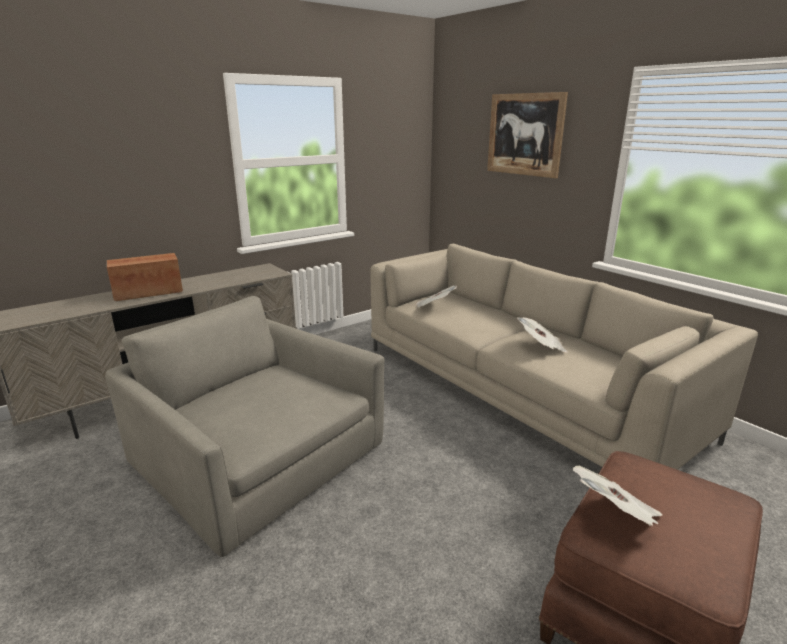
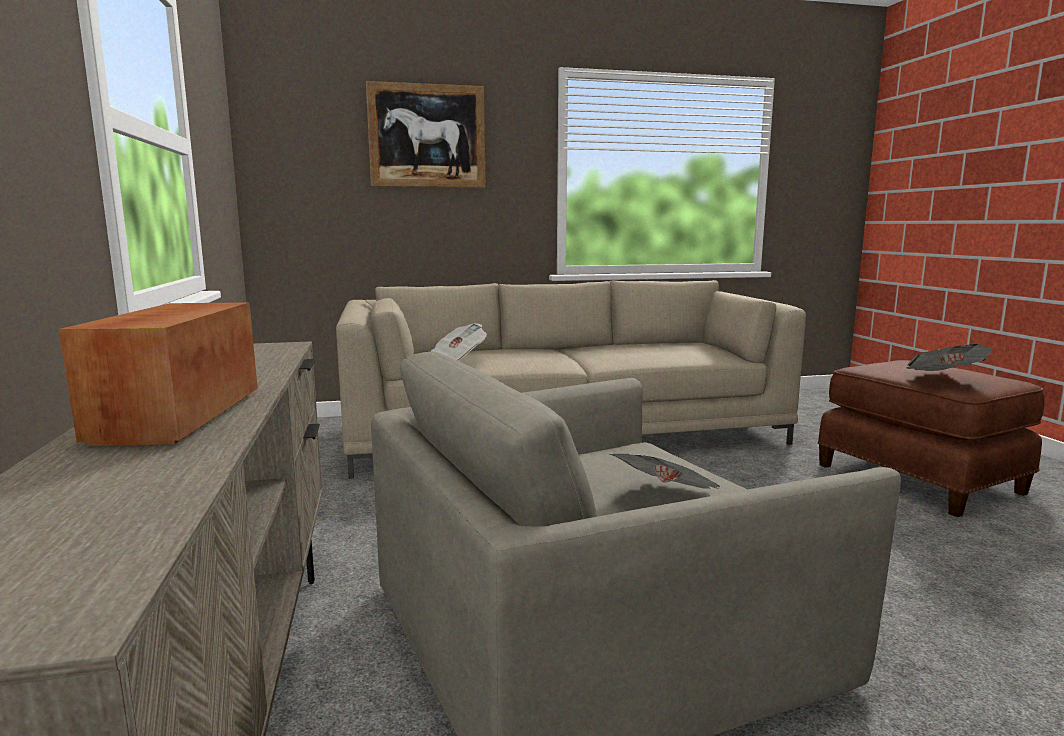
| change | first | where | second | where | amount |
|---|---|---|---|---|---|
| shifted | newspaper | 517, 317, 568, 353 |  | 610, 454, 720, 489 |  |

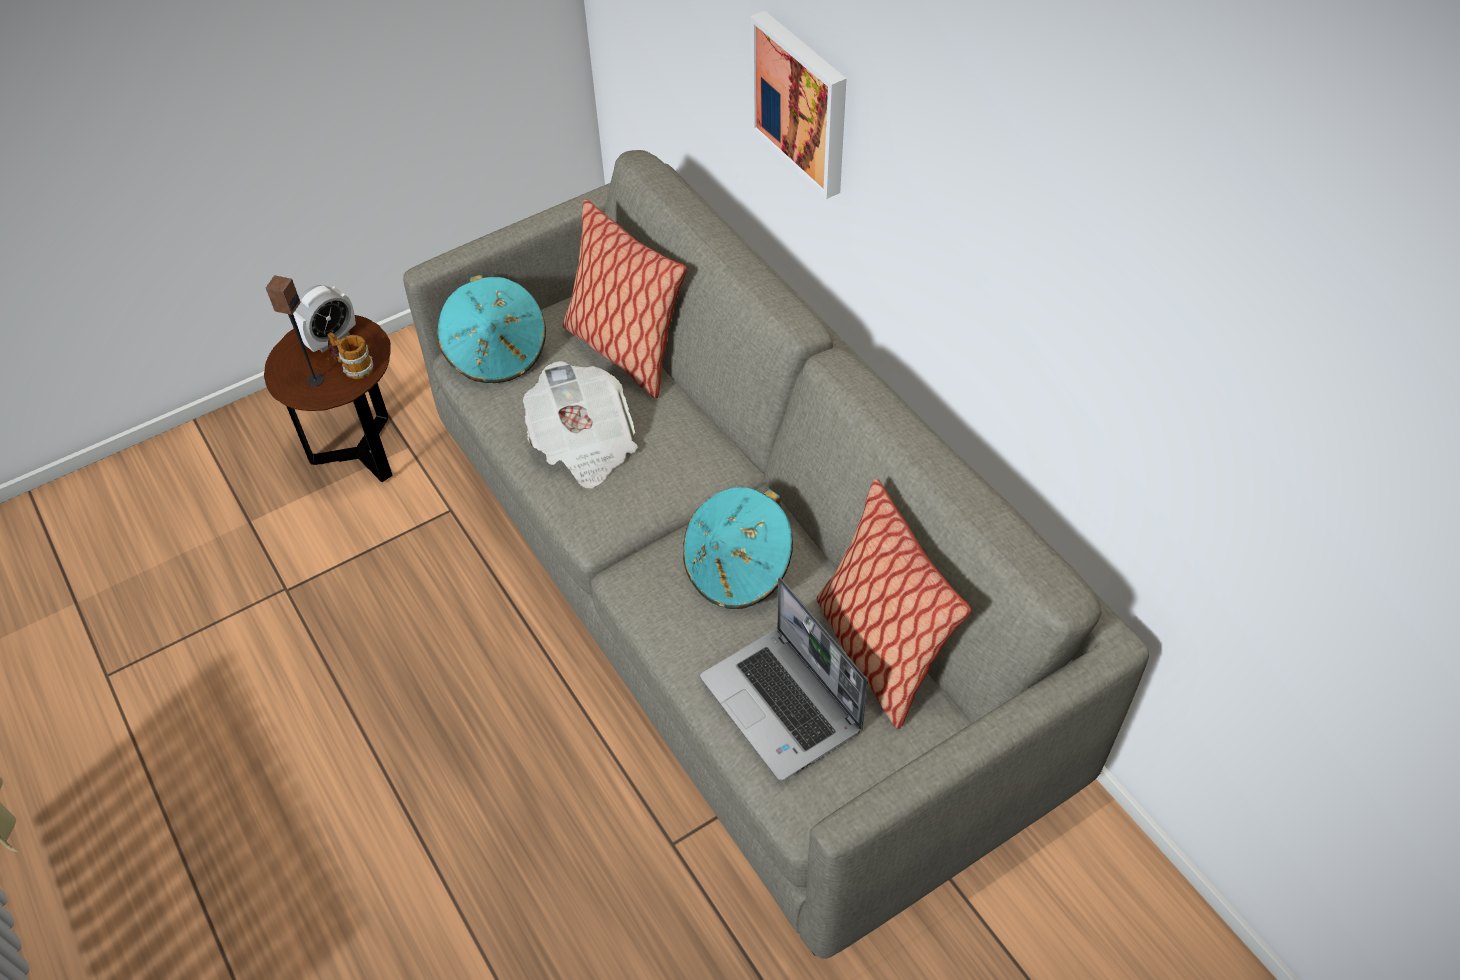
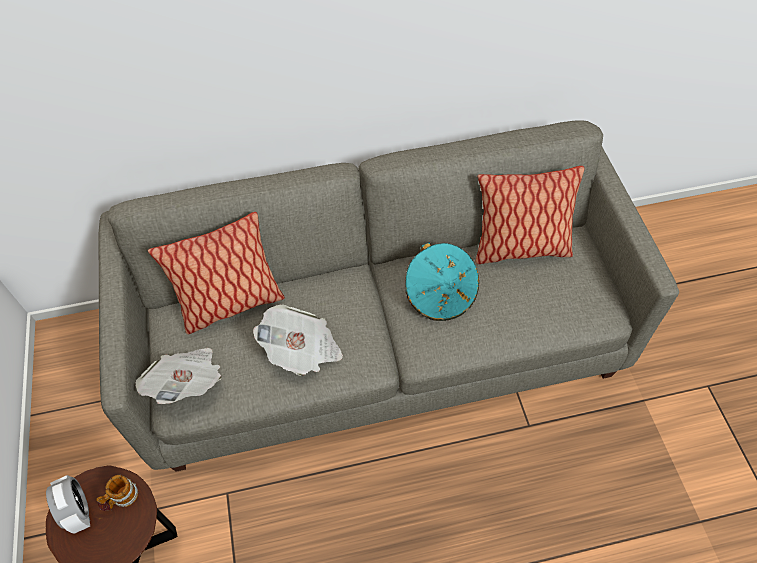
| change | first | where | second | where | amount |
|---|---|---|---|---|---|
| gone | picture | 751, 11, 847, 199 |  |  |  |
| swapped | hat/turquoise | 437, 275, 546, 383 | newspaper | 135, 348, 222, 404 |  |
| gone | speaker | 266, 276, 324, 387 |  |  |  |
| gone | laptop | 700, 577, 868, 781 |  |  |  |

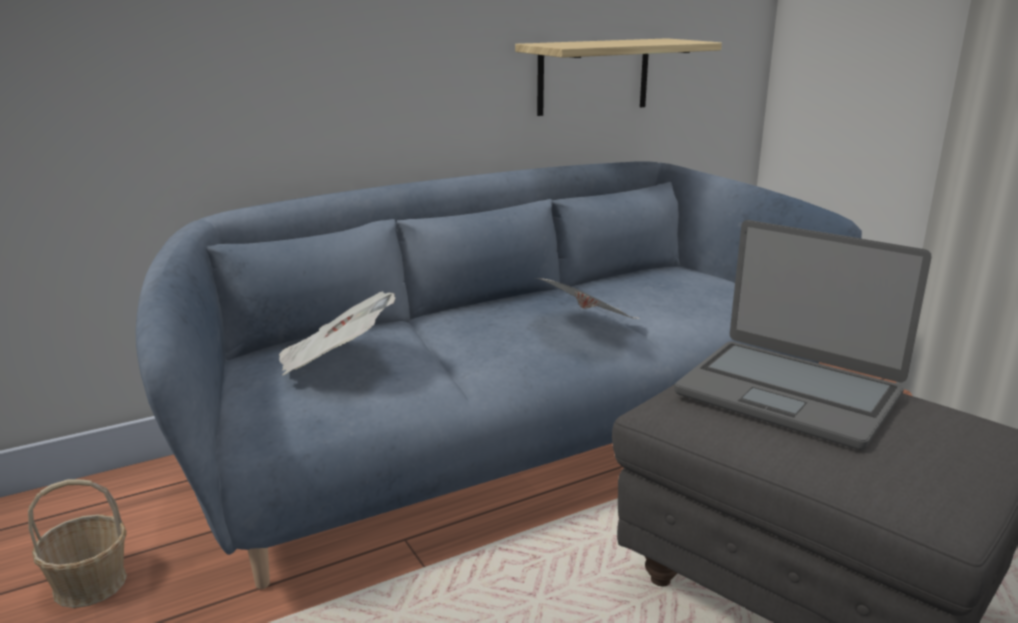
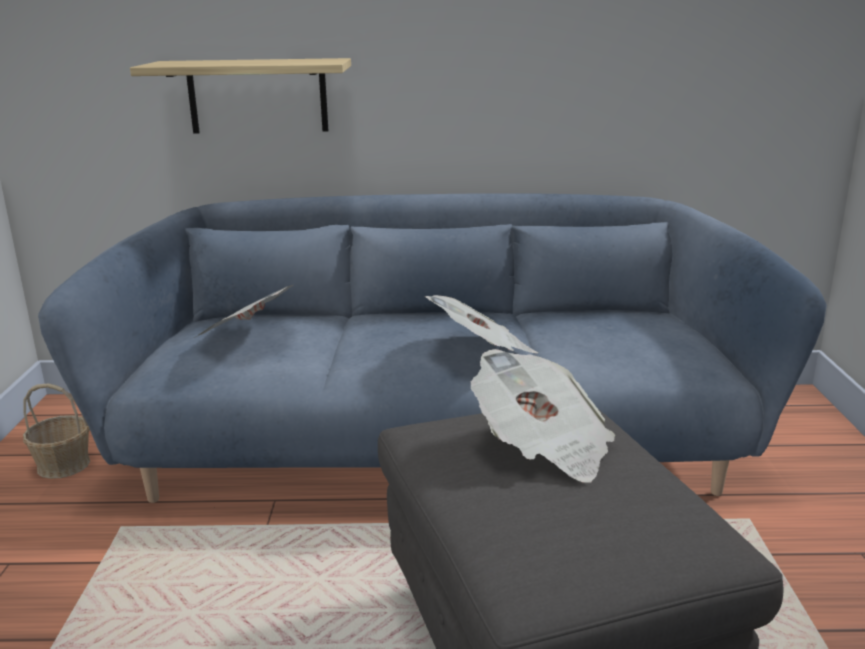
| change | first | where | second | where | amount |
|---|---|---|---|---|---|
| shifted | shelf | 515, 38, 722, 116 |  | 130, 58, 351, 133 |  |
| swapped | laptop | 674, 220, 932, 450 | newspaper | 471, 349, 615, 482 |  |

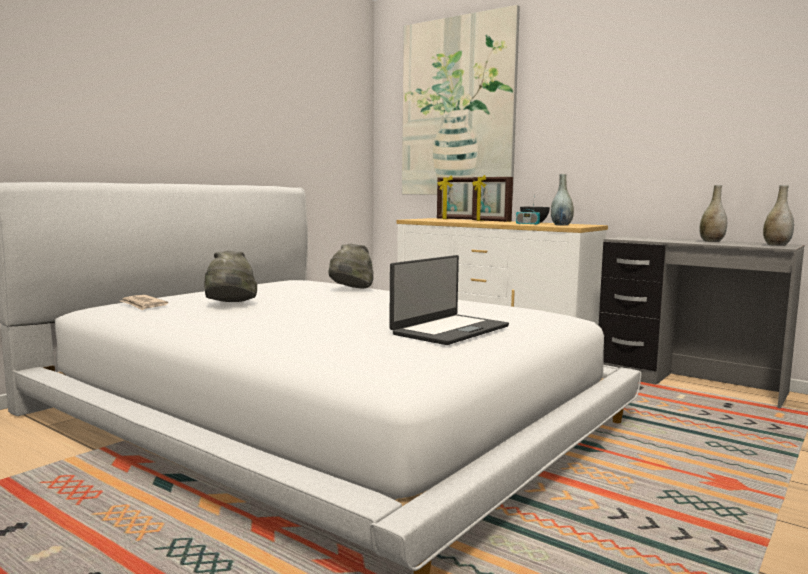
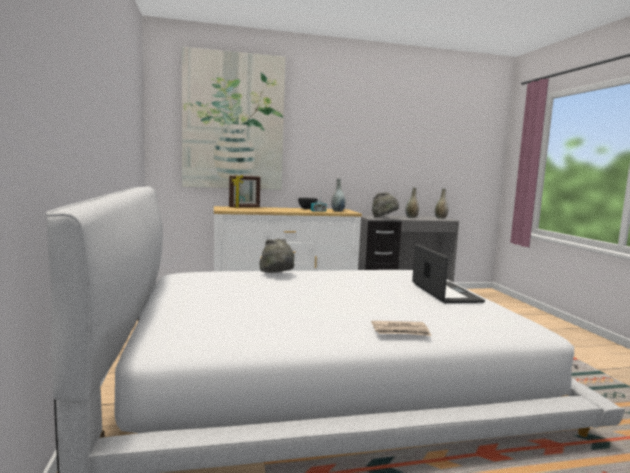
| change | first | where | second | where | amount |
|---|---|---|---|---|---|
| gone | picture frame | 472, 175, 513, 222 |  |  |  |
| shifted | hat/grey | 204, 250, 257, 302 |  | 372, 192, 399, 218 |  |
| shifted | newspaper | 121, 295, 168, 310 |  | 371, 321, 432, 336 |  |

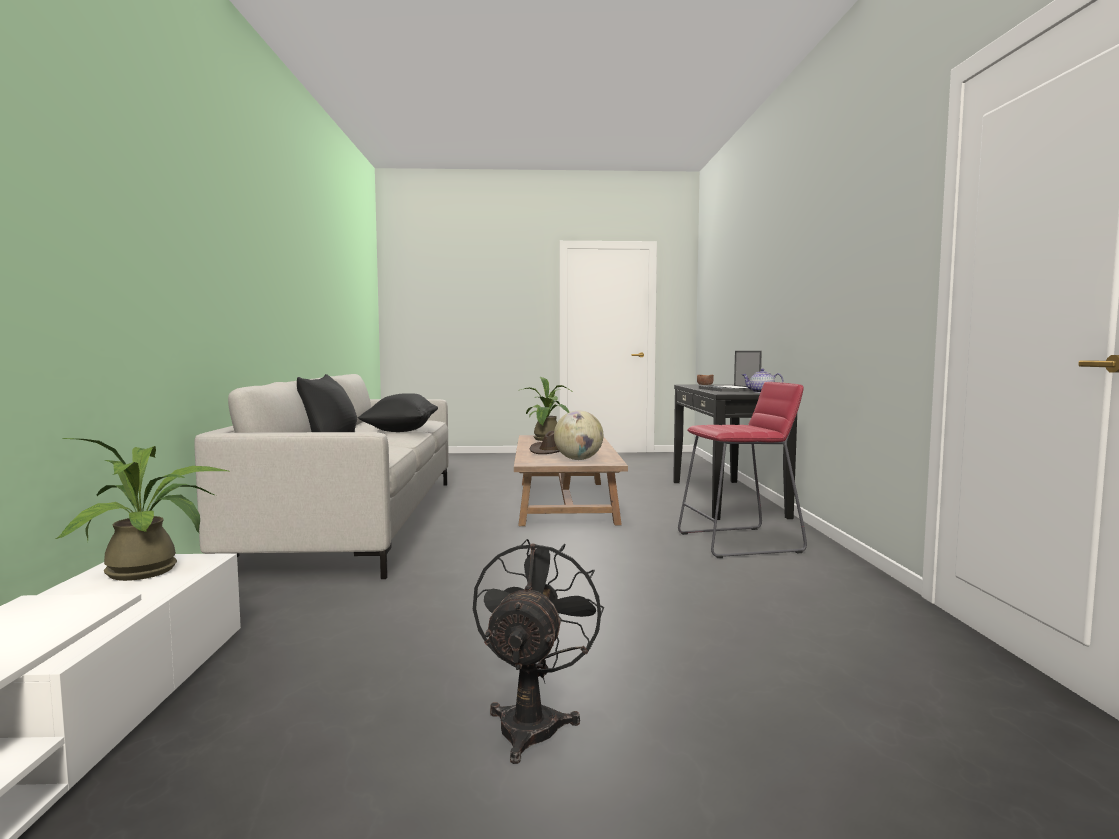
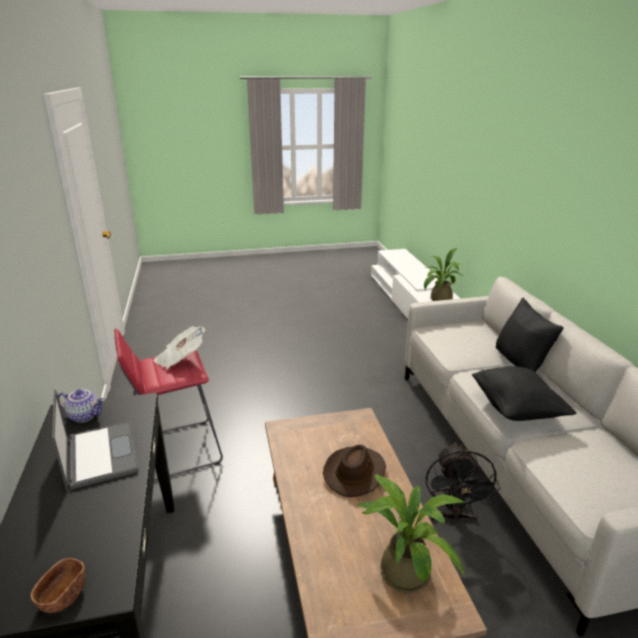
| change | first | where | second | where | amount |
|---|---|---|---|---|---|
| gone | globe | 554, 411, 603, 460 |  |  |  |
| shifted | fan/black | 473, 539, 604, 764 |  | 426, 442, 500, 524 |  |
| new |  |  | newspaper | 154, 326, 205, 369 |  |

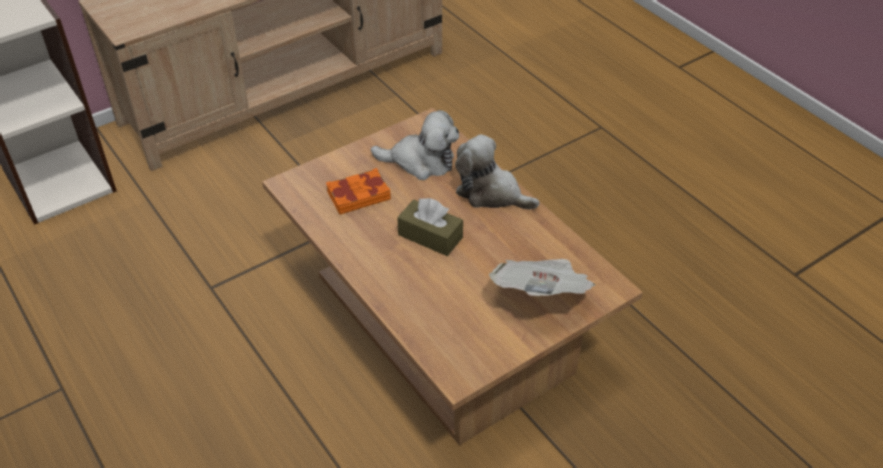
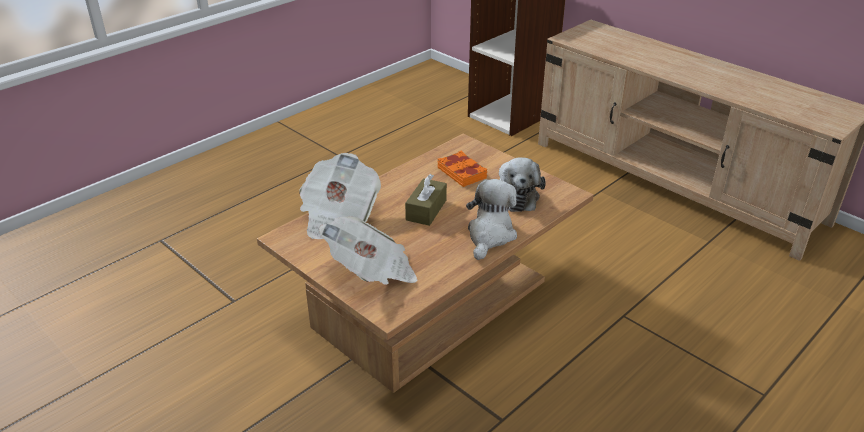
| change | first | where | second | where | amount |
|---|---|---|---|---|---|
| new |  |  | newspaper | 299, 153, 381, 239 |  |

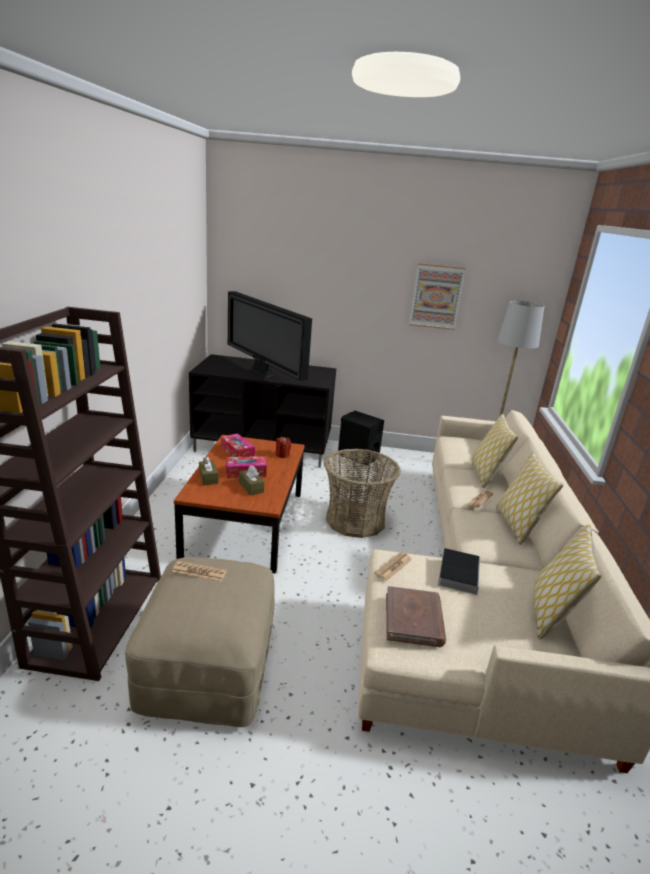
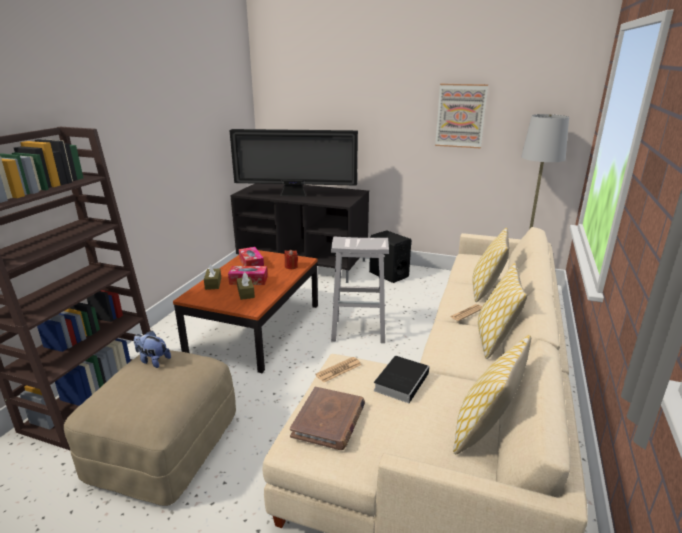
| change | first | where | second | where | amount |
|---|---|---|---|---|---|
| rotated | television | 228, 291, 312, 381 |  | 229, 129, 358, 197 | 60 degrees counterclockwise |
| swapped | basket | 324, 448, 401, 538 | stool/white | 331, 237, 389, 343 |  |
| swapped | newspaper | 172, 561, 227, 581 | plush toy | 134, 331, 171, 368 |  |

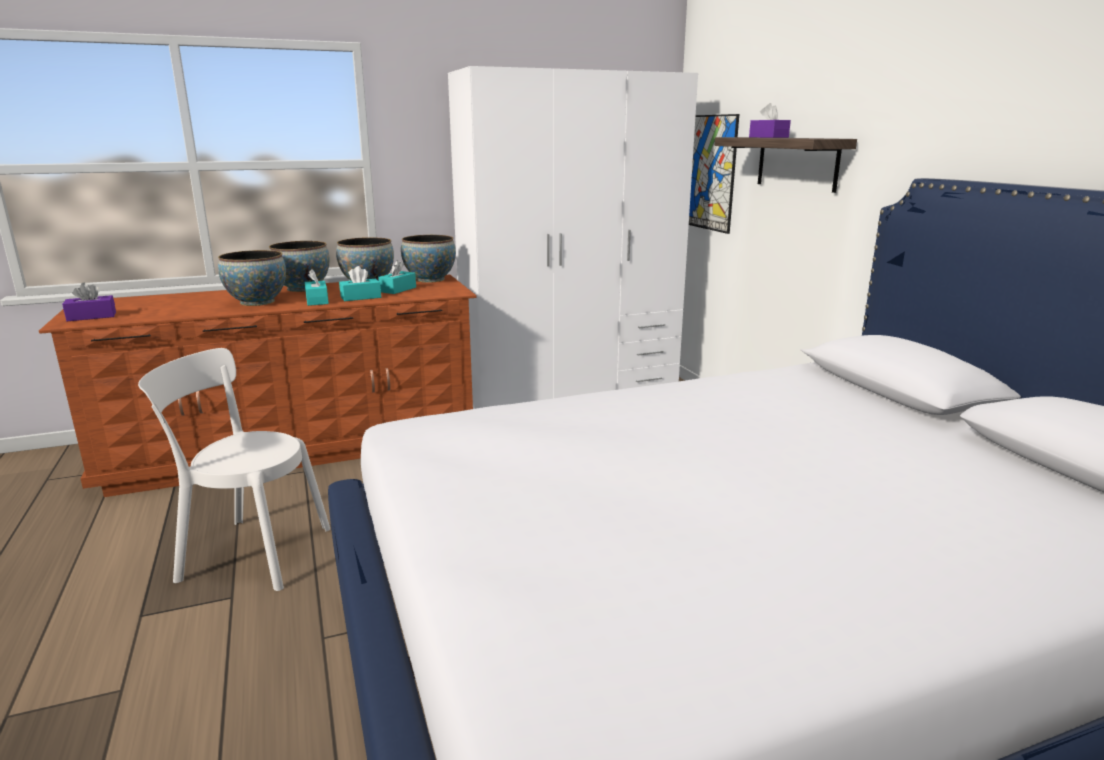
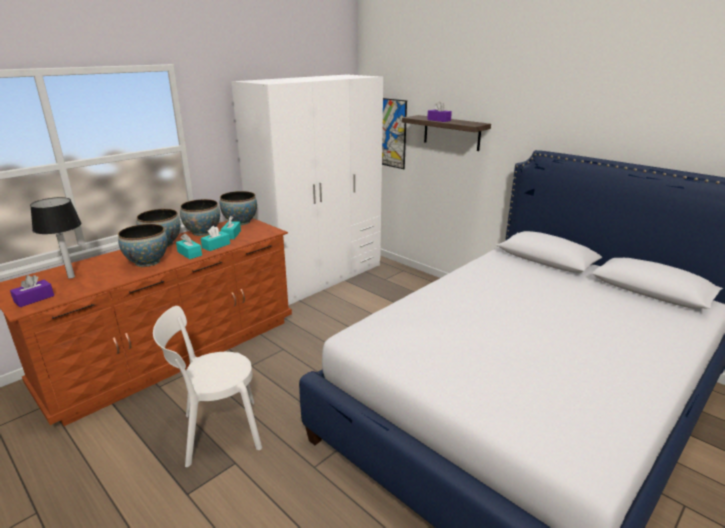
| change | first | where | second | where | amount |
|---|---|---|---|---|---|
| new |  |  | table lamp | 30, 197, 82, 279 |  |

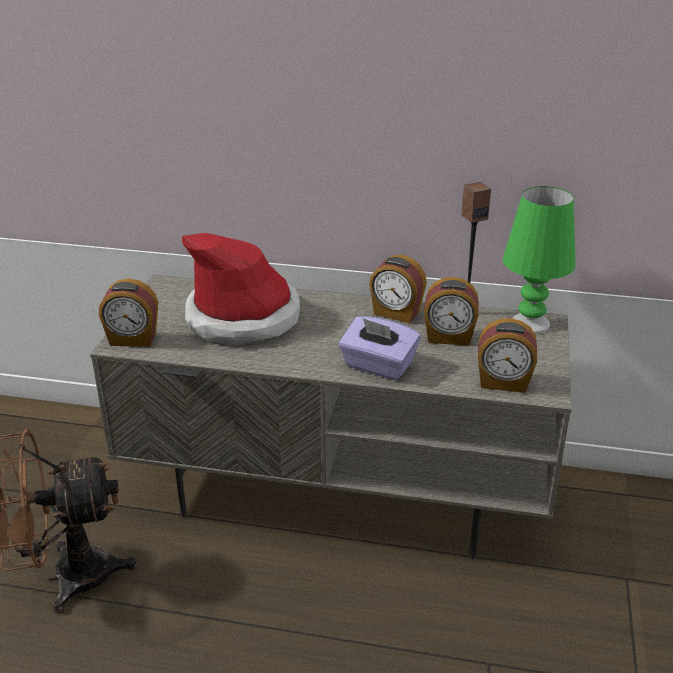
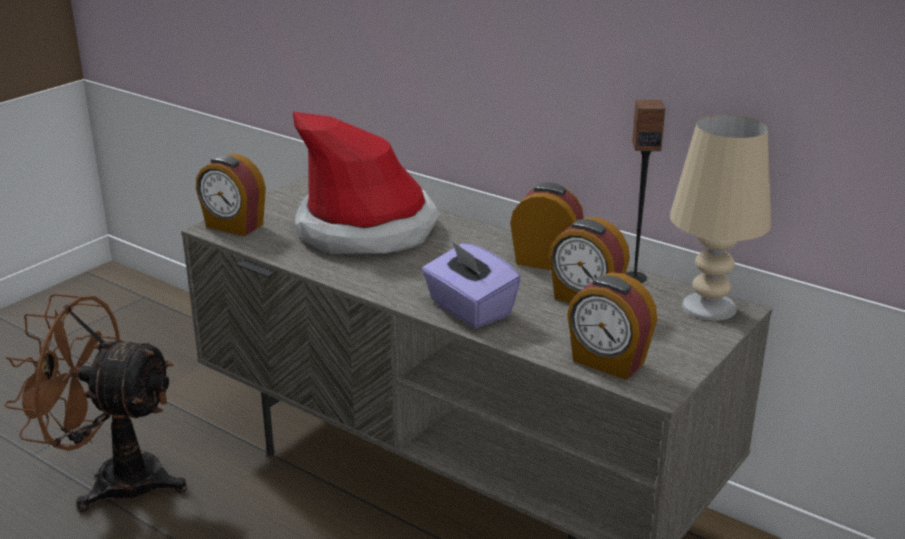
| change | first | where | second | where | amount |
|---|---|---|---|---|---|
| repainted | table lamp/green | 503, 186, 576, 334 | table lamp/beige | 670, 115, 772, 320 |  |
| rotated | alarm clock | 369, 255, 427, 323 |  | 510, 182, 584, 270 | 150 degrees clockwise |

